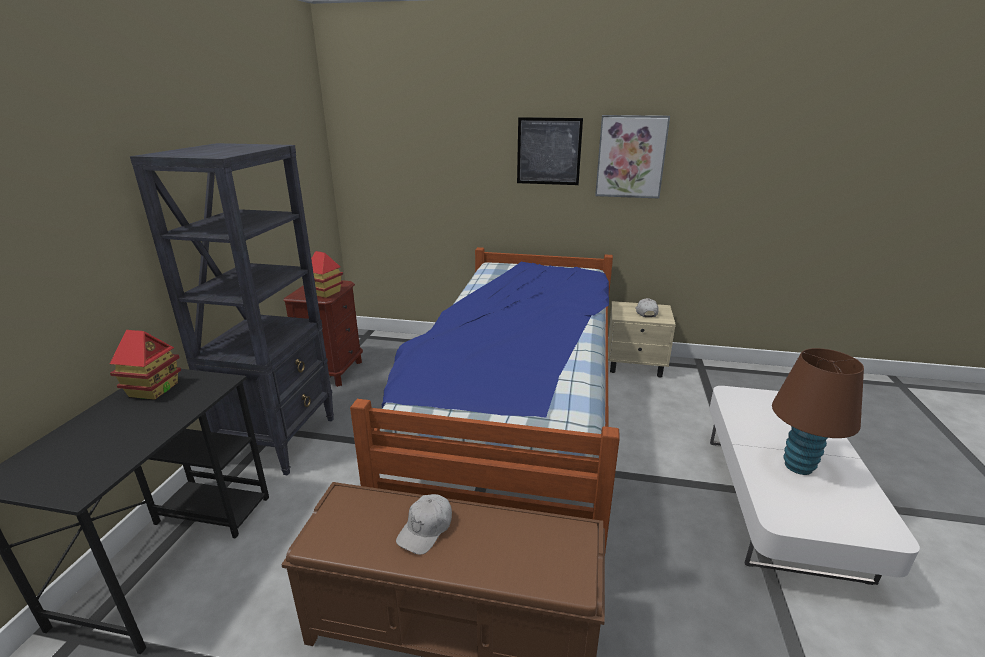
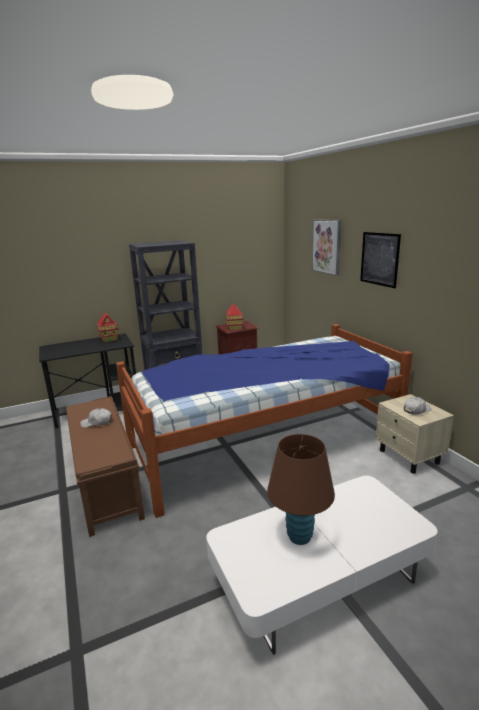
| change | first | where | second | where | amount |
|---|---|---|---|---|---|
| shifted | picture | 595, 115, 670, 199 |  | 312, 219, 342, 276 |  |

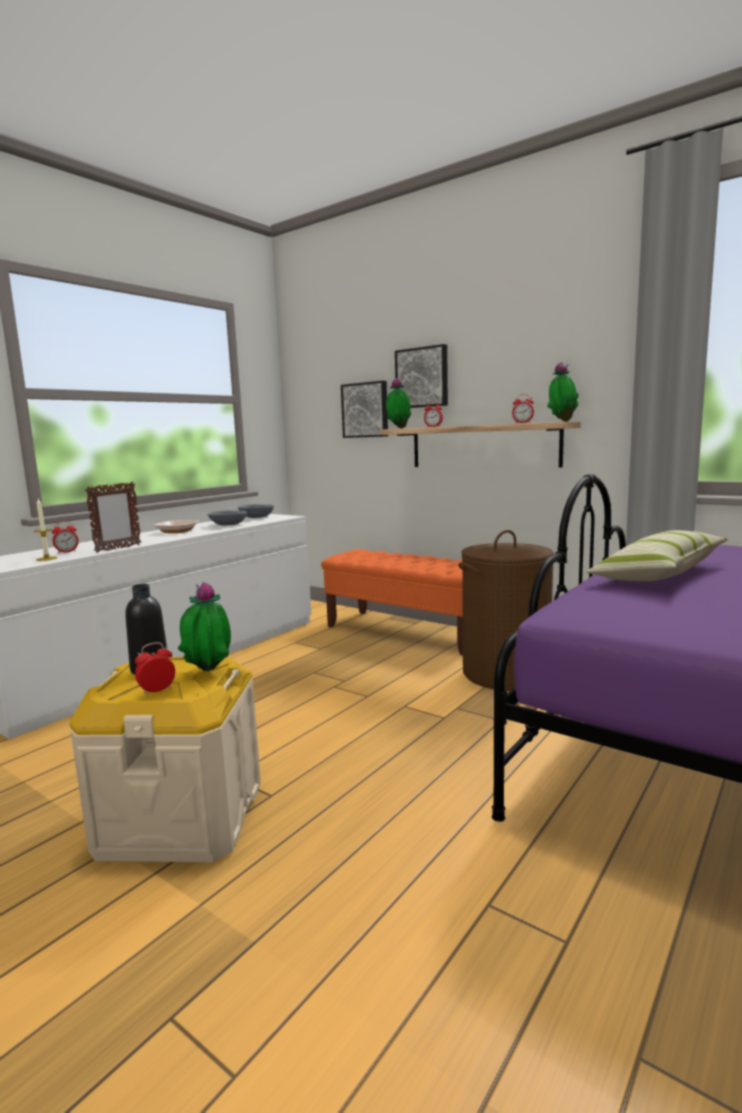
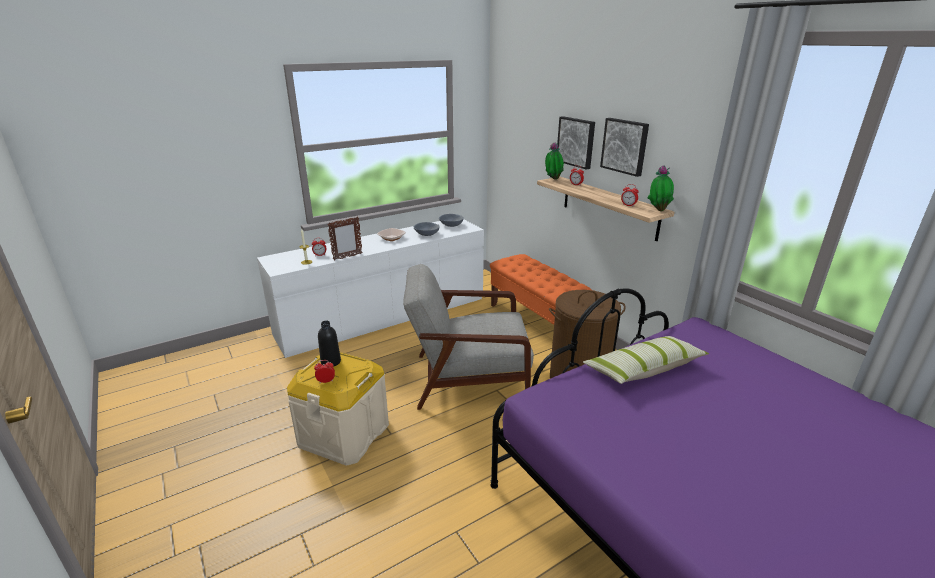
| change | first | where | second | where | amount |
|---|---|---|---|---|---|
| shifted | picture | 341, 381, 388, 438 |  | 600, 118, 649, 177 |  |
| gone | potted plant | 178, 582, 231, 671 |  |  |  |
| new |  |  | armchair/grey | 403, 264, 534, 410 |  |

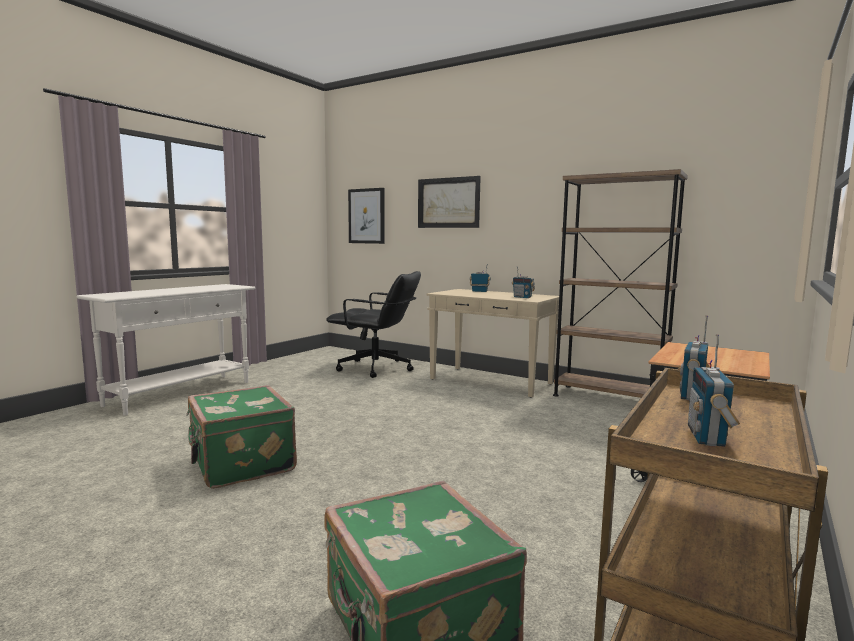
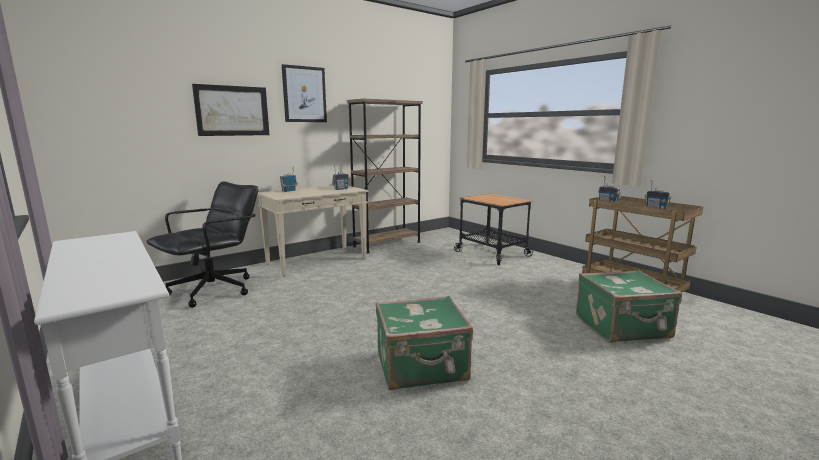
| change | first | where | second | where | amount |
|---|---|---|---|---|---|
| shifted | picture | 348, 188, 384, 244 |  | 282, 64, 327, 122 |  |

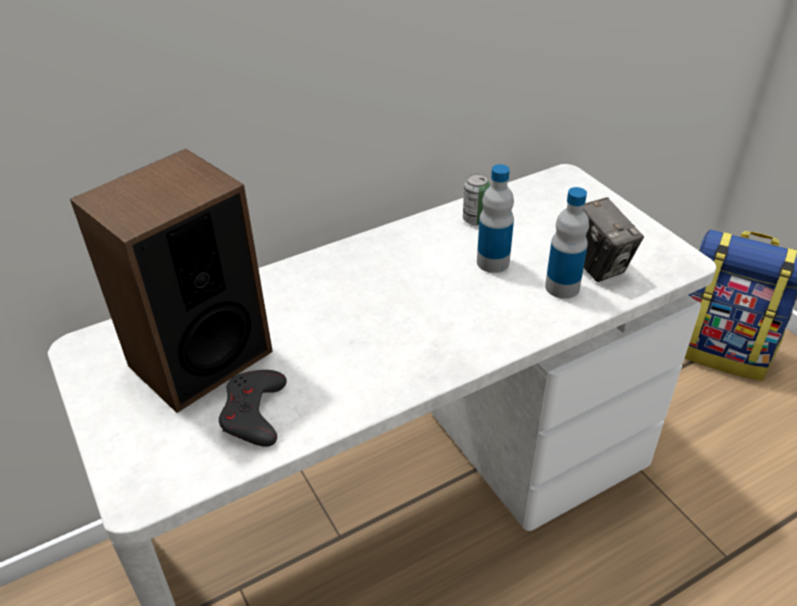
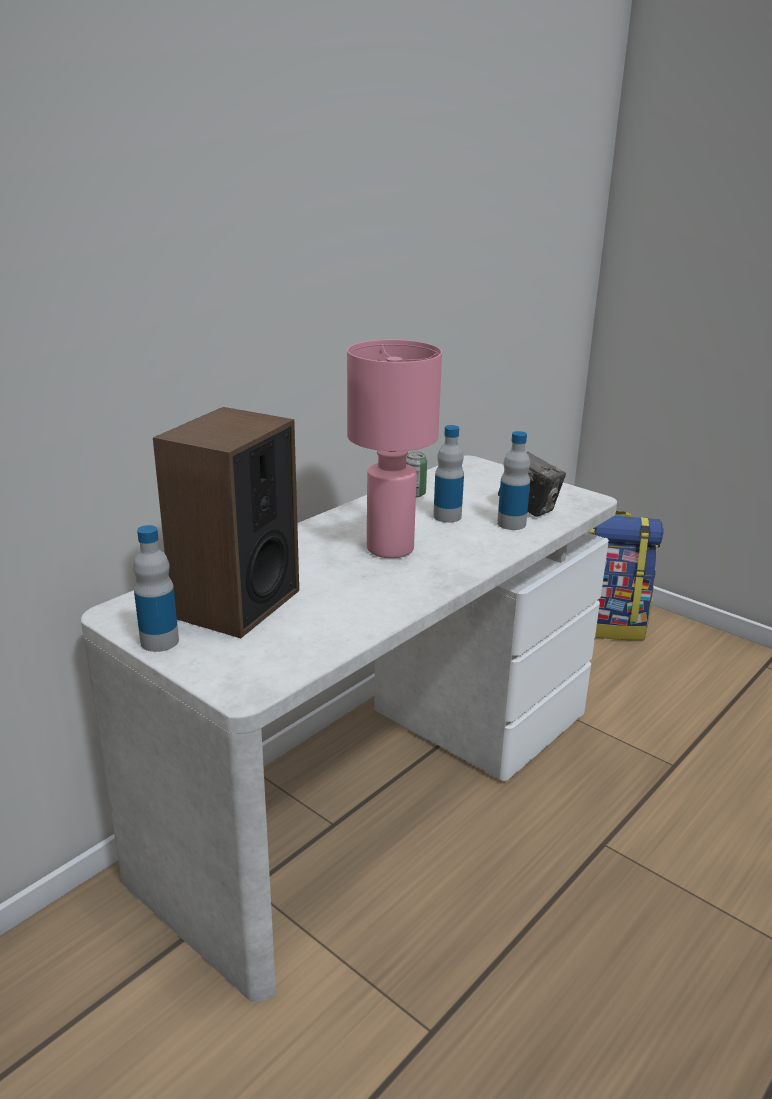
| change | first | where | second | where | amount |
|---|---|---|---|---|---|
| gone | game controller/grey | 219, 370, 287, 447 |  |  |  |
| new |  |  | table lamp/pink | 347, 340, 442, 558 |  |
| new |  |  | bottle | 133, 525, 179, 652 |  |

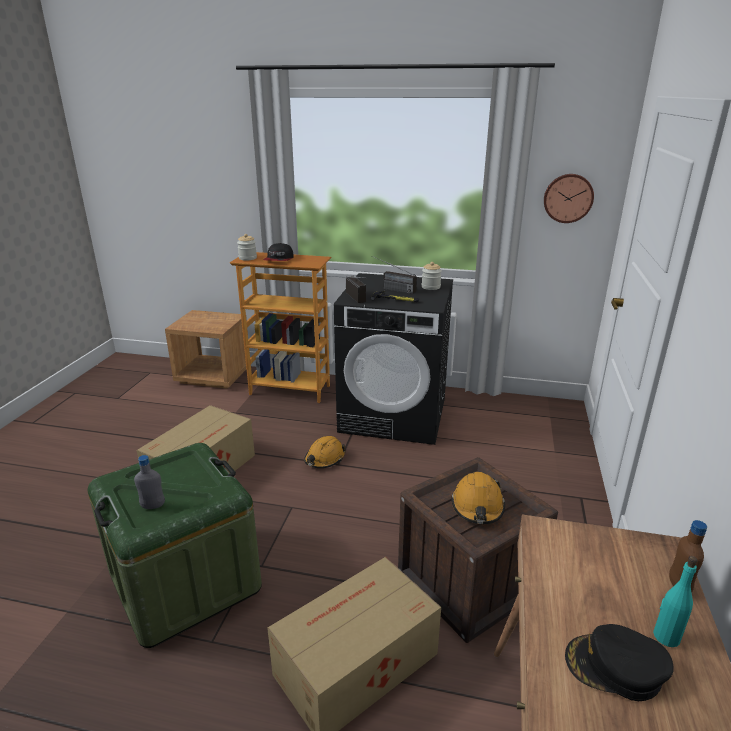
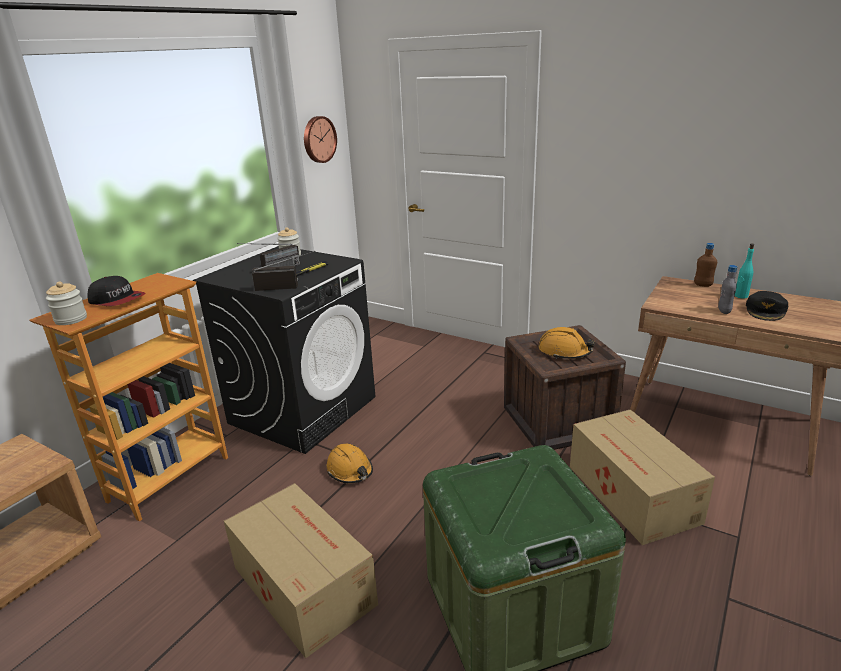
| change | first | where | second | where | amount |
|---|---|---|---|---|---|
| shifted | bottle/grey | 134, 455, 165, 509 |  | 718, 265, 737, 314 |  |

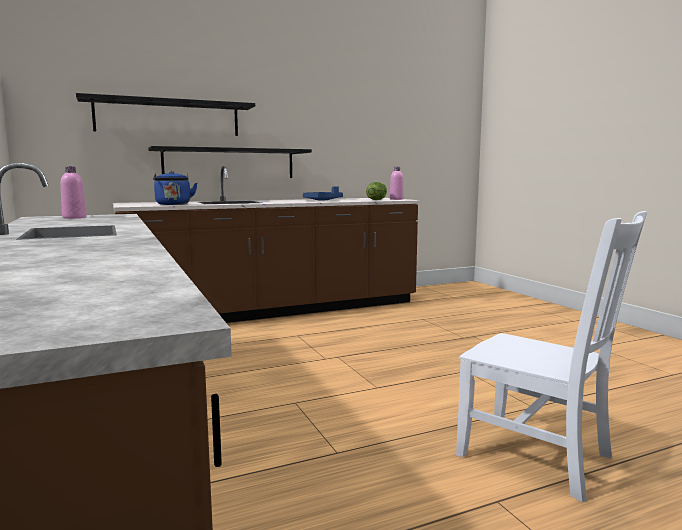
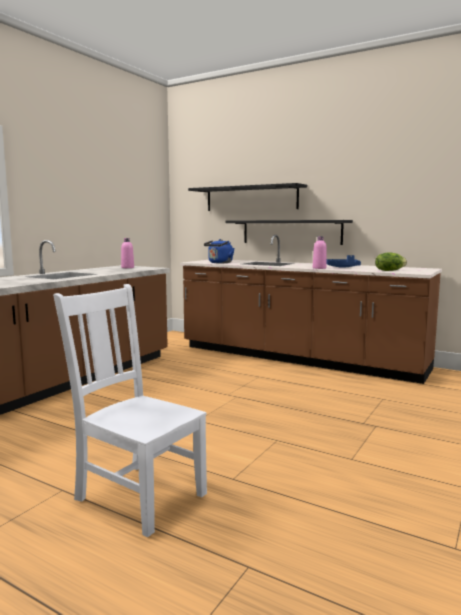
| change | first | where | second | where | amount |
|---|---|---|---|---|---|
| shifted | bottle/pink | 390, 167, 404, 200 |  | 313, 236, 327, 269 |  |
| rotated | chair/white | 456, 211, 647, 502 |  | 53, 284, 207, 537 | 120 degrees clockwise |

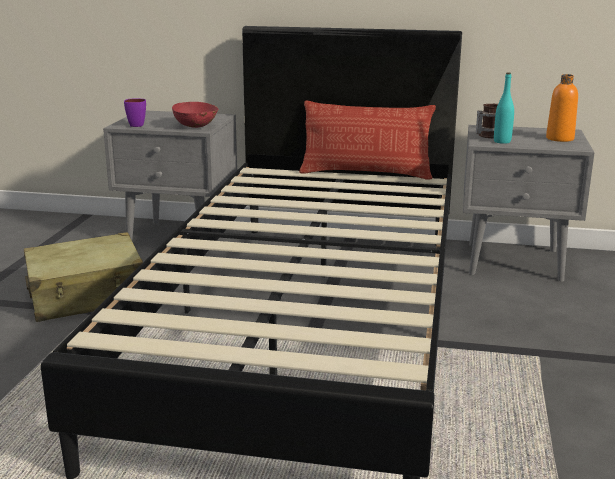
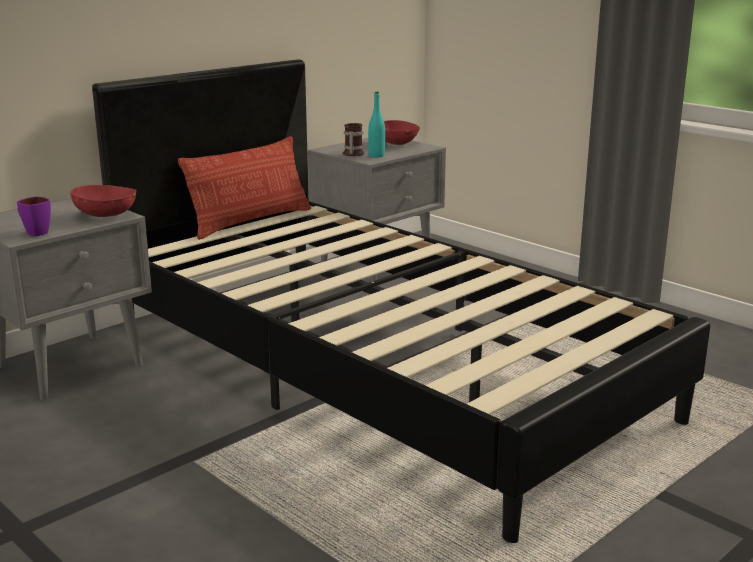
| change | first | where | second | where | amount |
|---|---|---|---|---|---|
| swapped | bottle/orange | 546, 74, 578, 142 | bowl/red | 384, 120, 420, 145 |  |
| gone | suitcase/beige | 24, 232, 143, 322 |  |  |  |

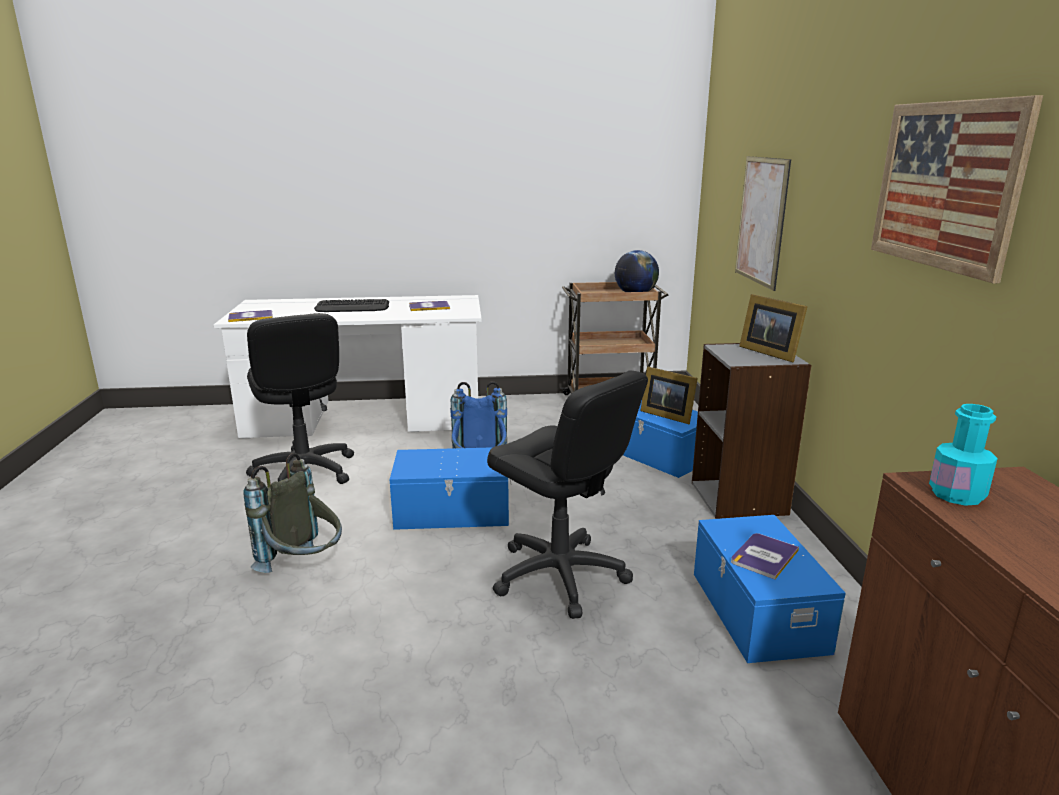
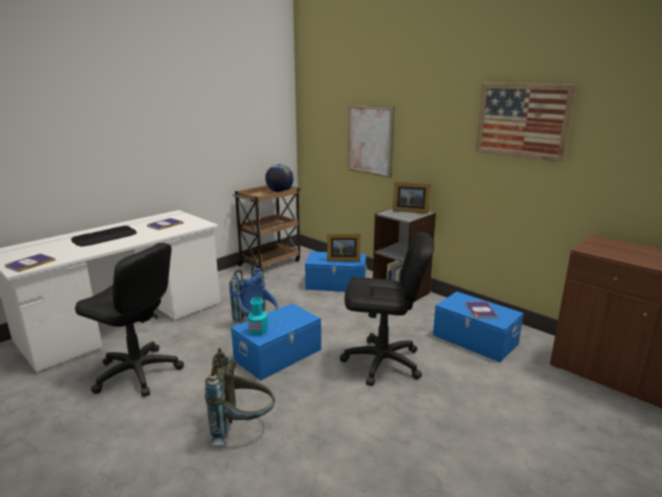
| change | first | where | second | where | amount |
|---|---|---|---|---|---|
| shifted | bottle/turquoise | 929, 404, 998, 506 |  | 248, 297, 268, 335 |  |

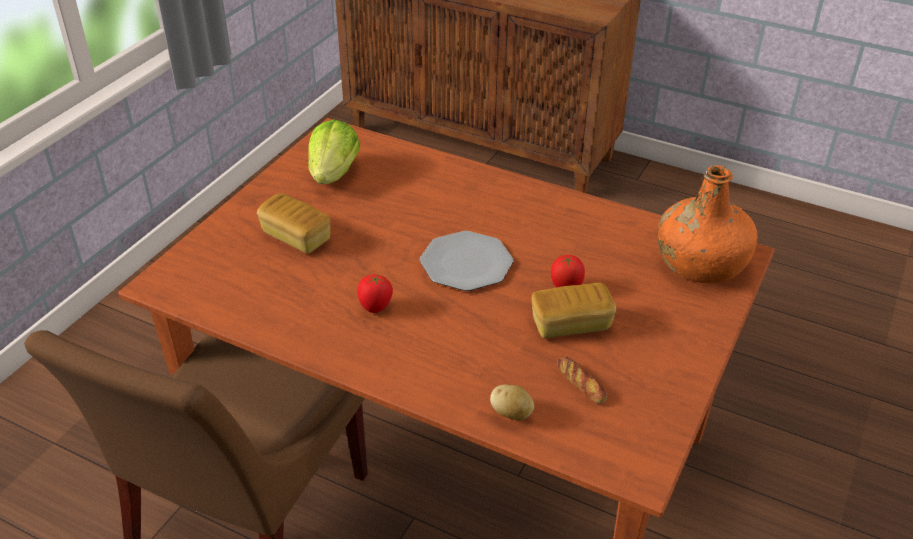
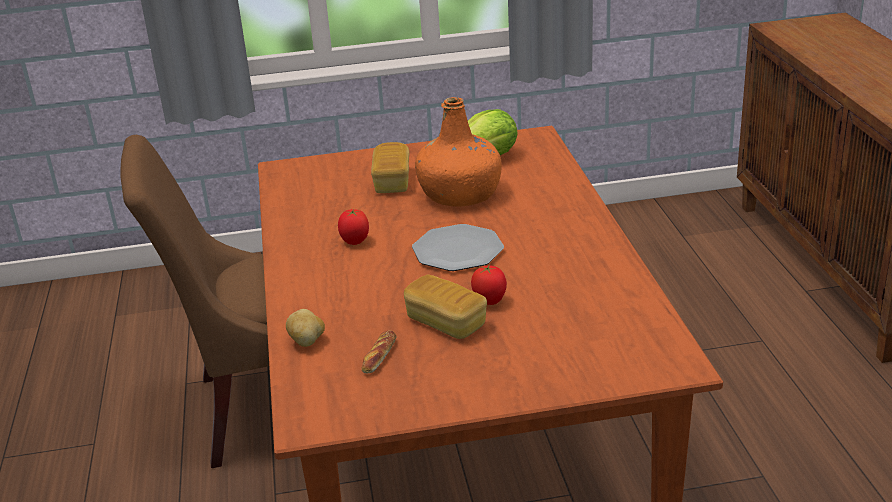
| change | first | where | second | where | amount |
|---|---|---|---|---|---|
| shifted | bottle/orange | 657, 165, 757, 283 |  | 415, 97, 501, 207 |  |

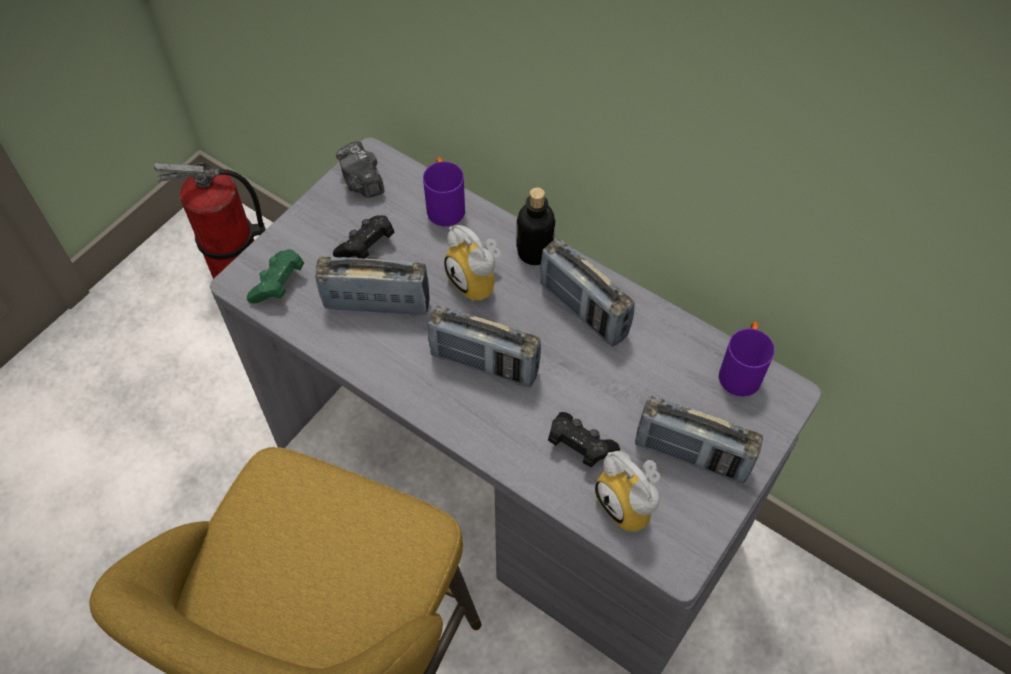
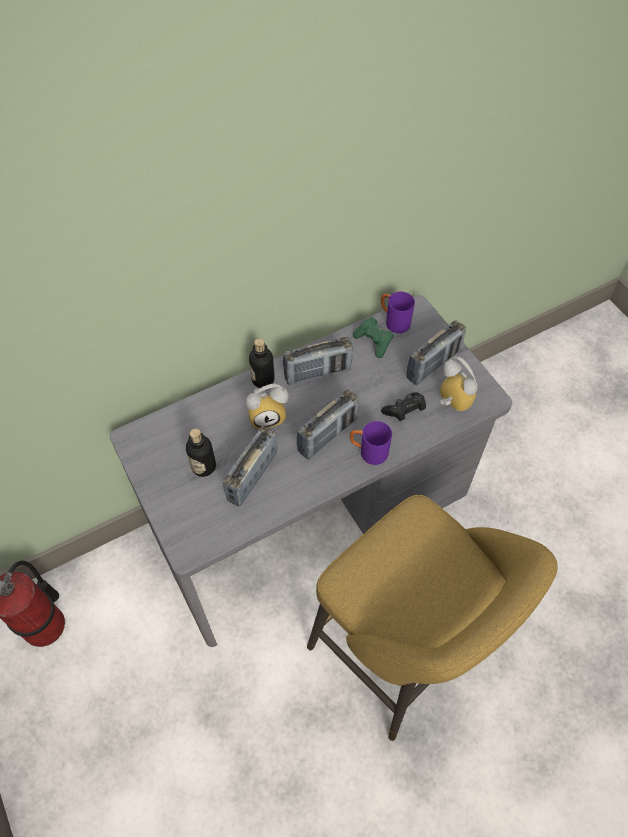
| change | first | where | second | where | amount |
|---|---|---|---|---|---|
| gone | photo camera | 336, 141, 385, 198 |  |  |  |
| shifted | mug/purple | 423, 157, 465, 226 |  | 350, 421, 392, 465 |  |
| swapped | game controller/black | 333, 215, 394, 259 | bottle | 186, 429, 216, 477 |  |
| shifted | game controller/green | 247, 249, 304, 303 |  | 353, 317, 394, 358 |  |
| rotated | alarm clock | 595, 451, 660, 532 |  | 439, 356, 478, 411 | 120 degrees counterclockwise |

